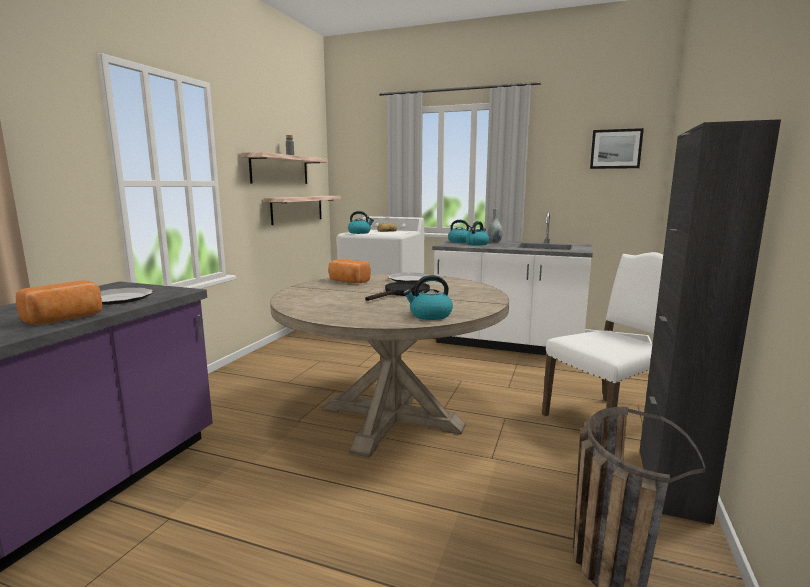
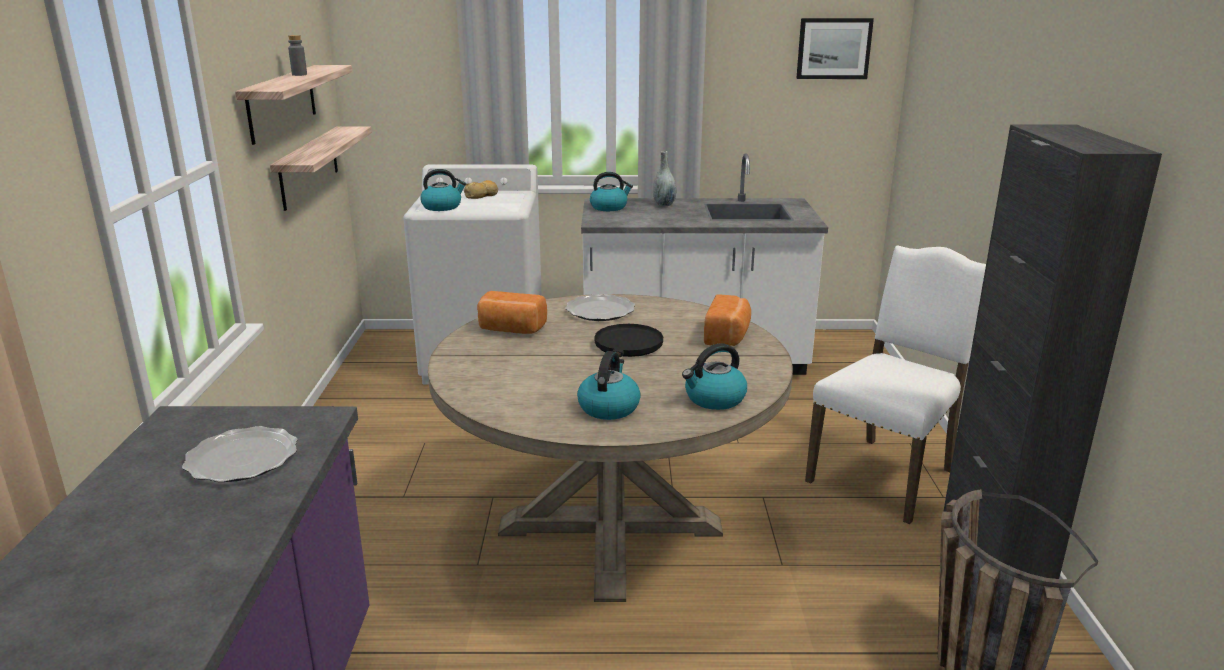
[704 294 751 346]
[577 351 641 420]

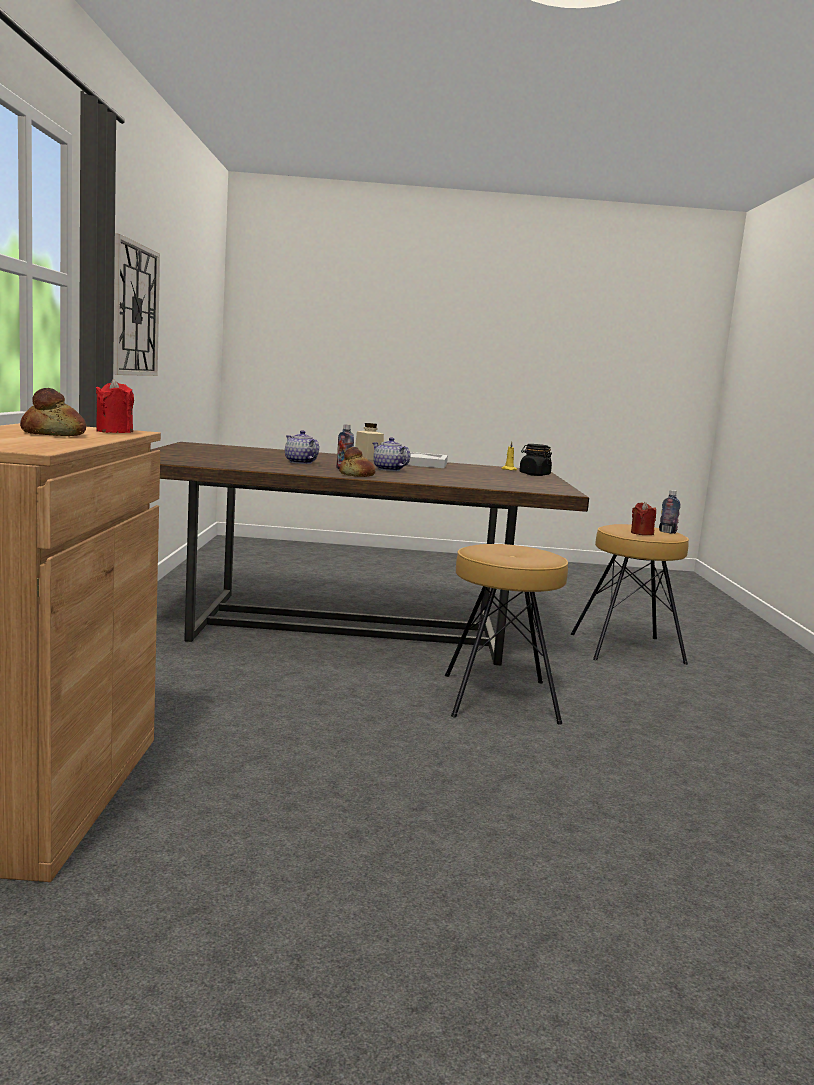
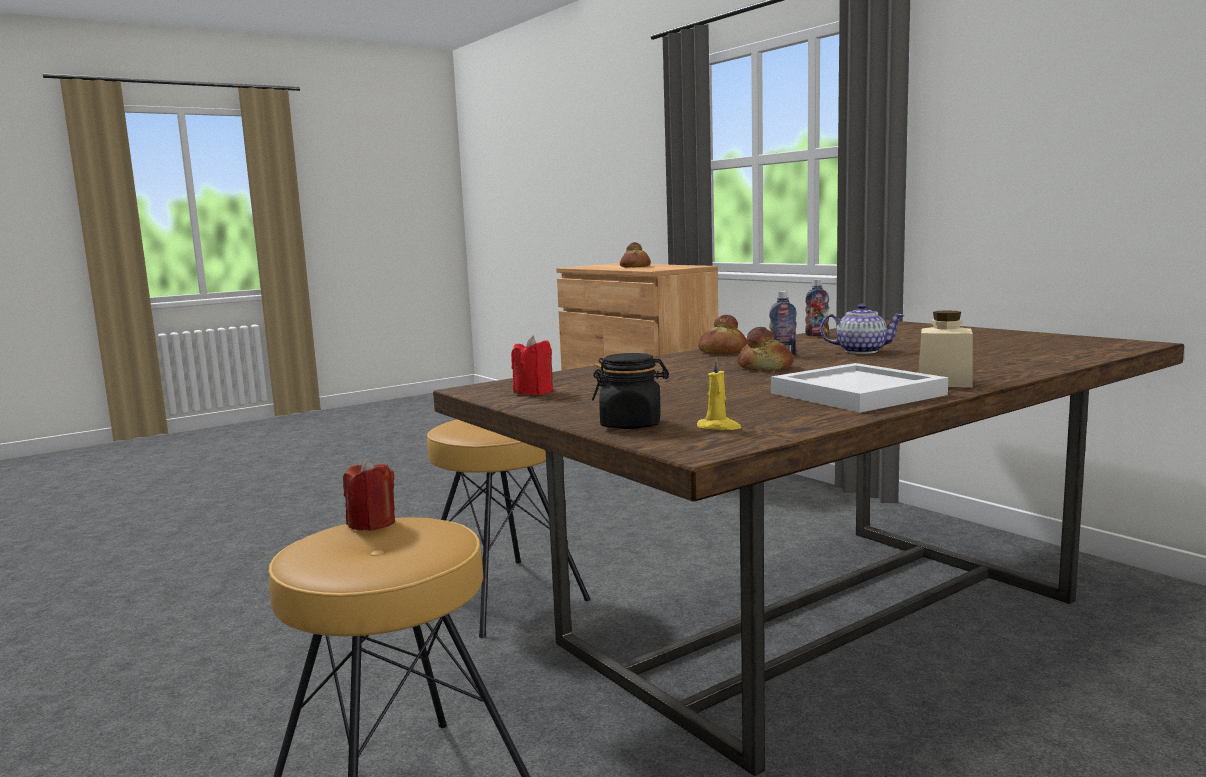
[113 233 160 376] (first image)
[511 335 553 395]
[805 279 829 336]
[737 327 794 371]

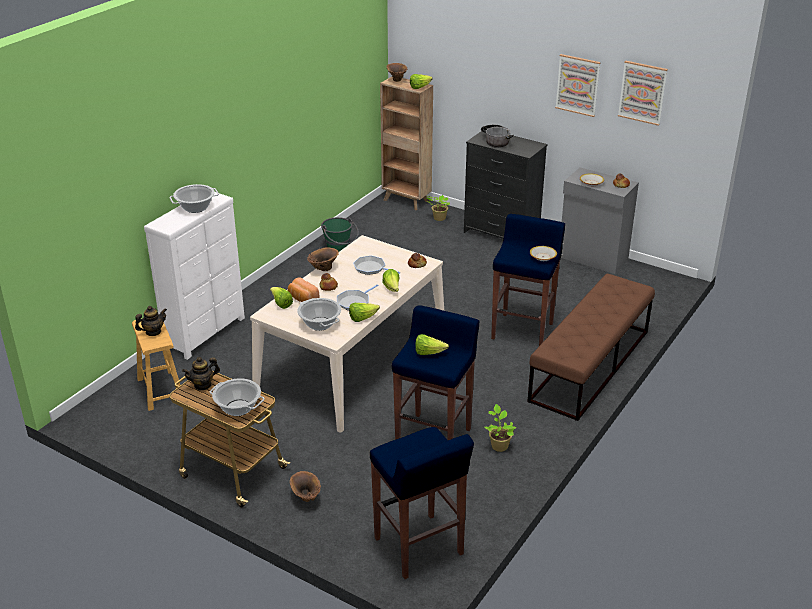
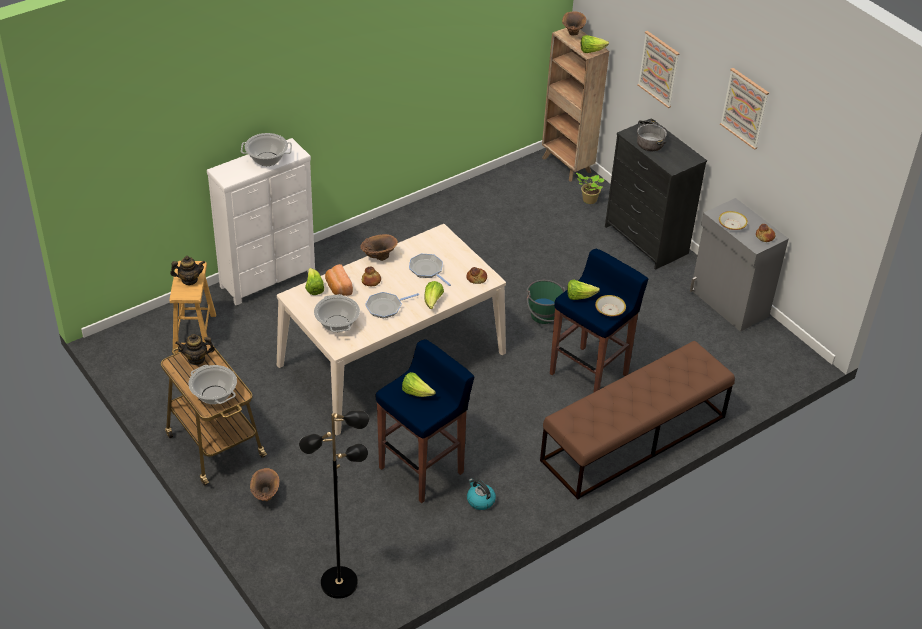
[526 280 565 324]
[567 280 600 300]
[637 31 680 108]
[299 411 369 599]
[467 478 496 510]

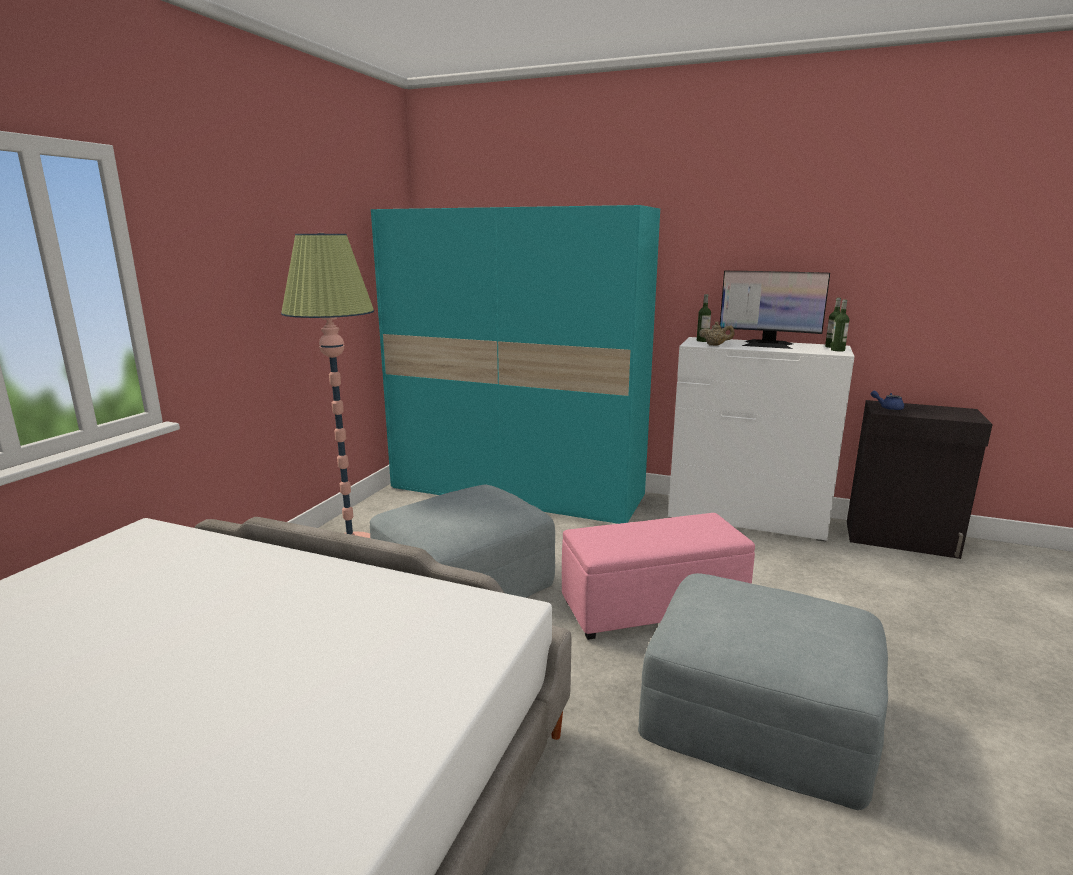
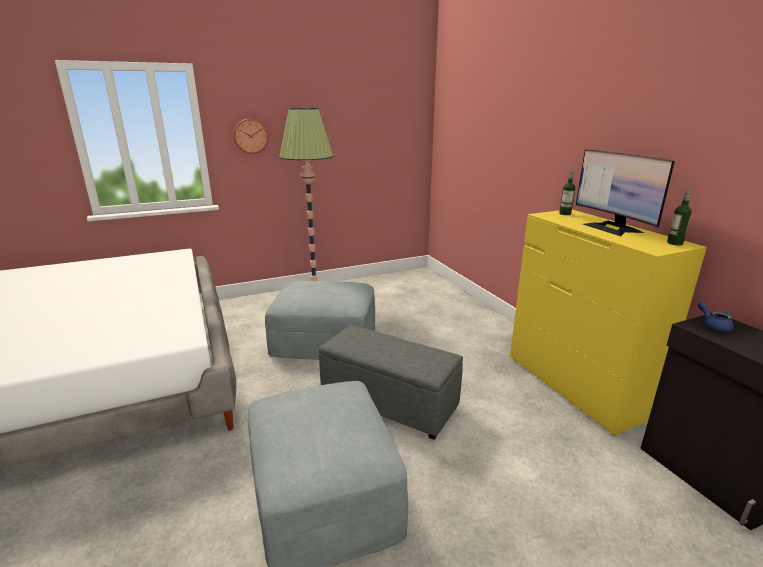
[371 205 660 524] (first image)
[699 322 734 346] (first image)
[831 300 849 352] (first image)
[233 119 268 154]
[319 325 463 440]
[510 210 707 436]

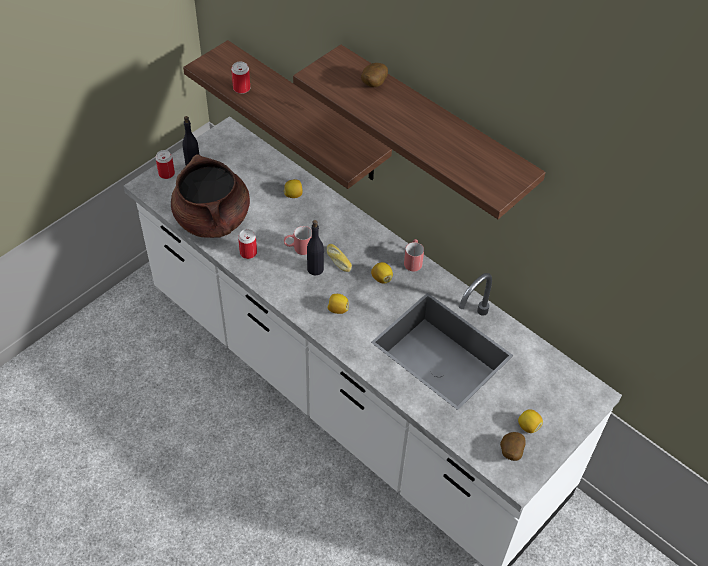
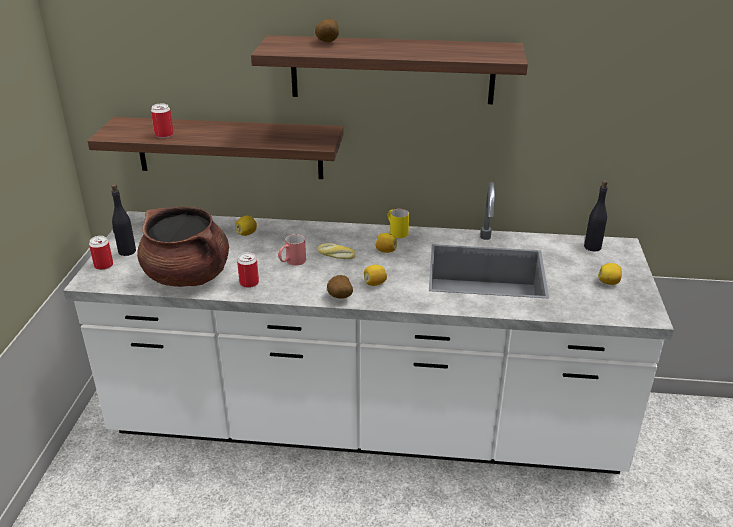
[584 180 608 251]
[327 275 353 299]
[387 209 409 238]

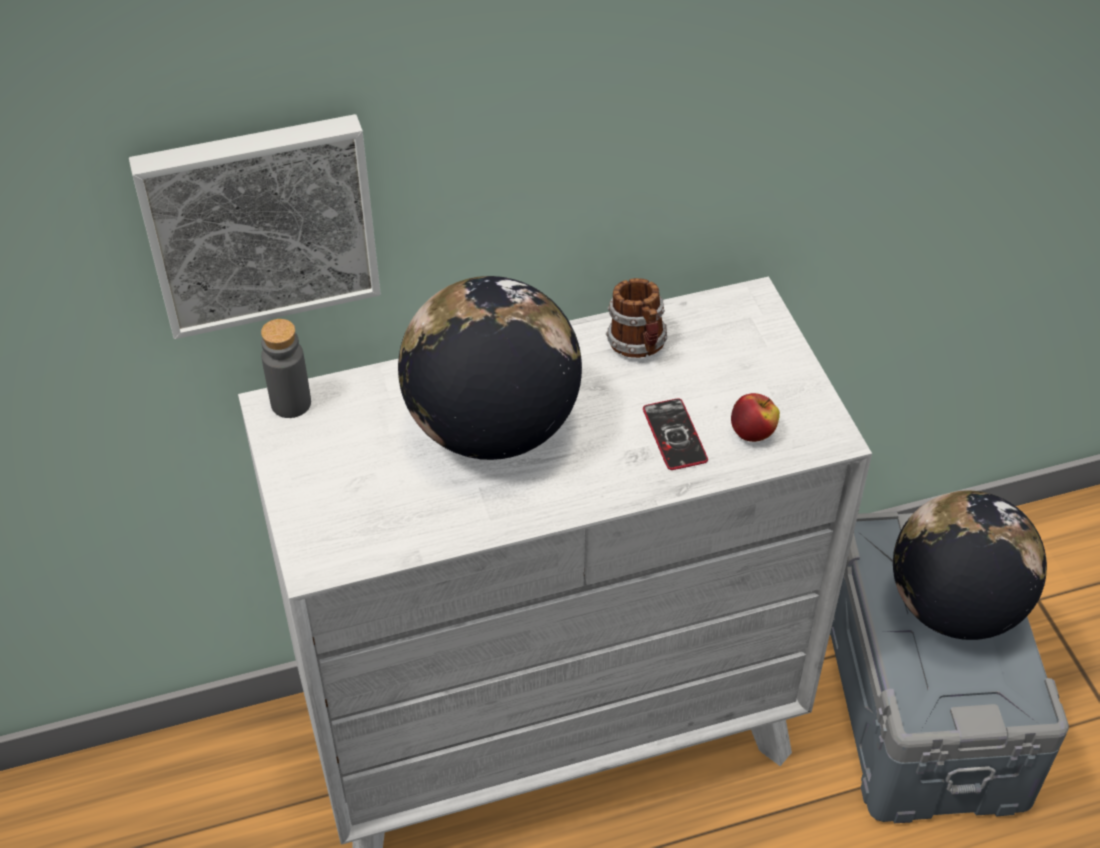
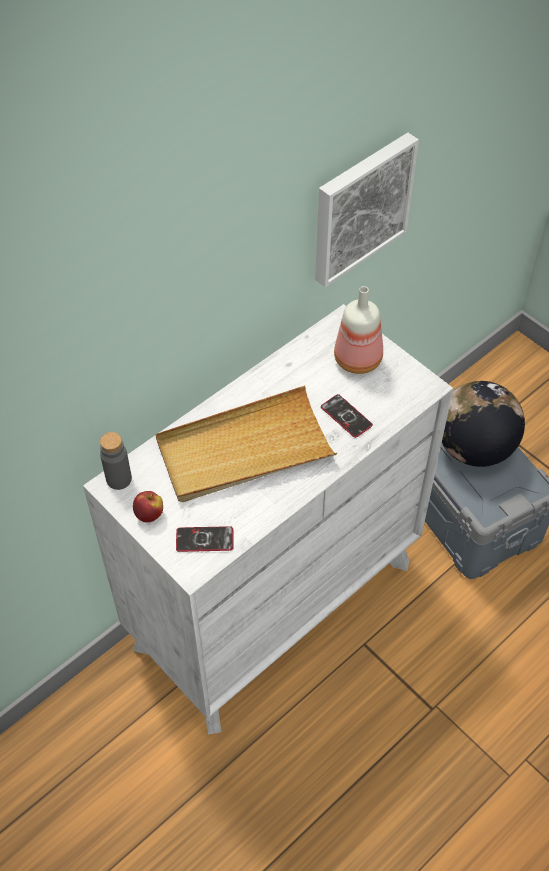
[606 278 667 358] (first image)
[176 526 234 552]
[334 286 383 374]
[315 133 419 287]
[133 491 163 523]
[156 386 337 502]

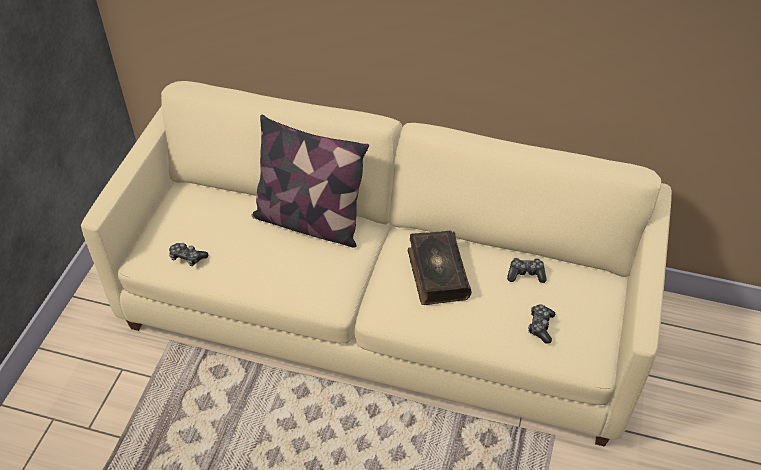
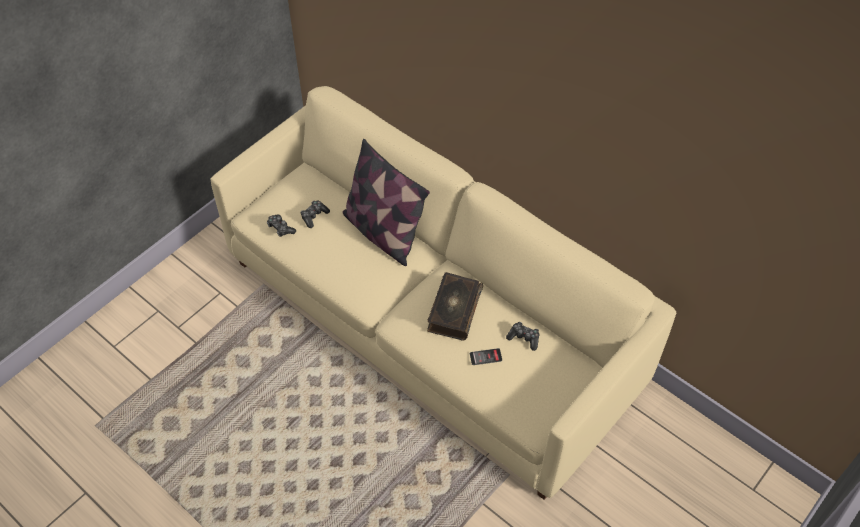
[470 348 502 365]
[300 201 330 228]

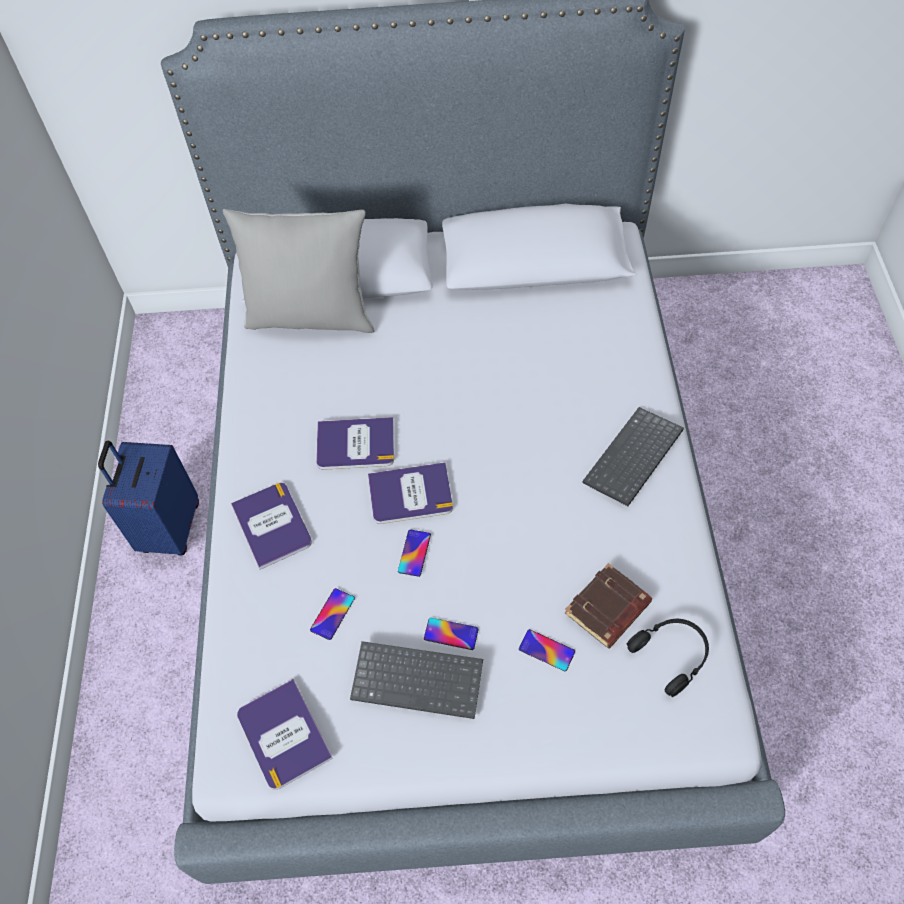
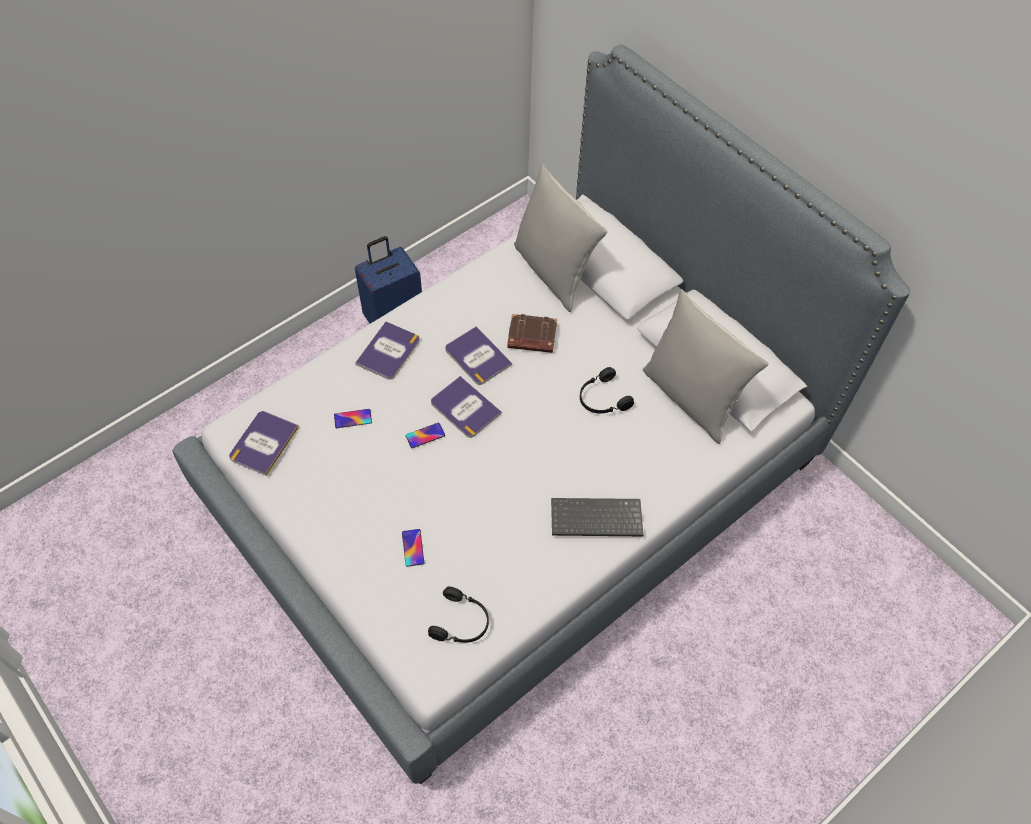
[350 641 483 719] (first image)
[424 618 479 650] (first image)
[580 367 634 414]
[643 289 769 444]
[507 314 557 353]

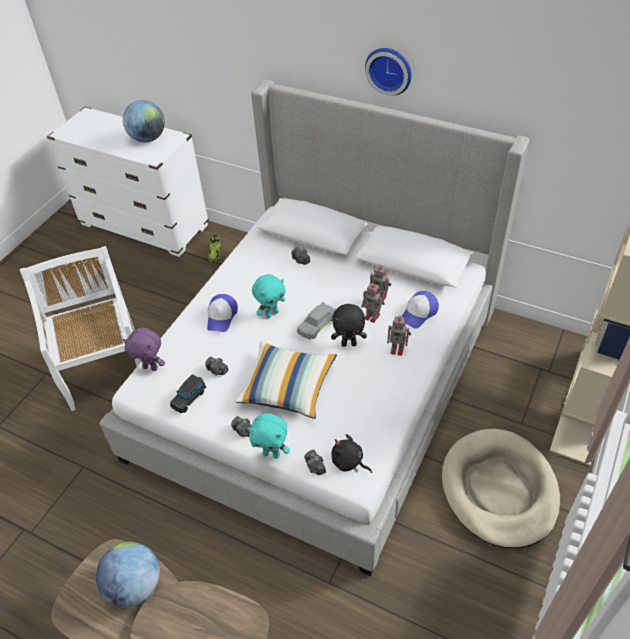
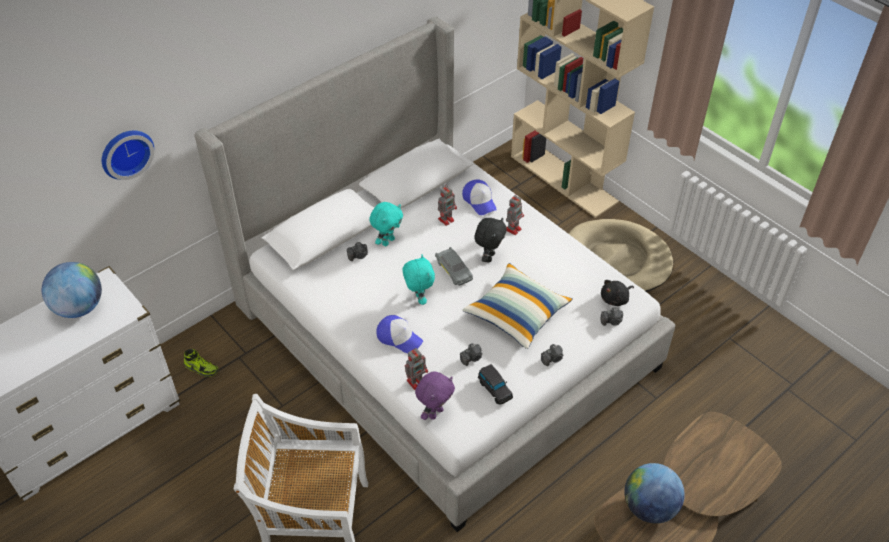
[369 202 403 246]
[405 348 428 390]
[102 130 154 180]

